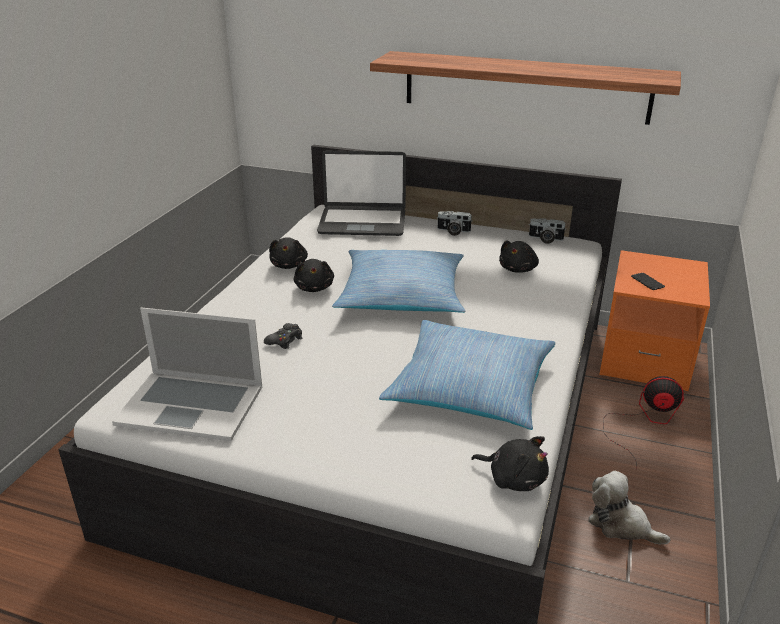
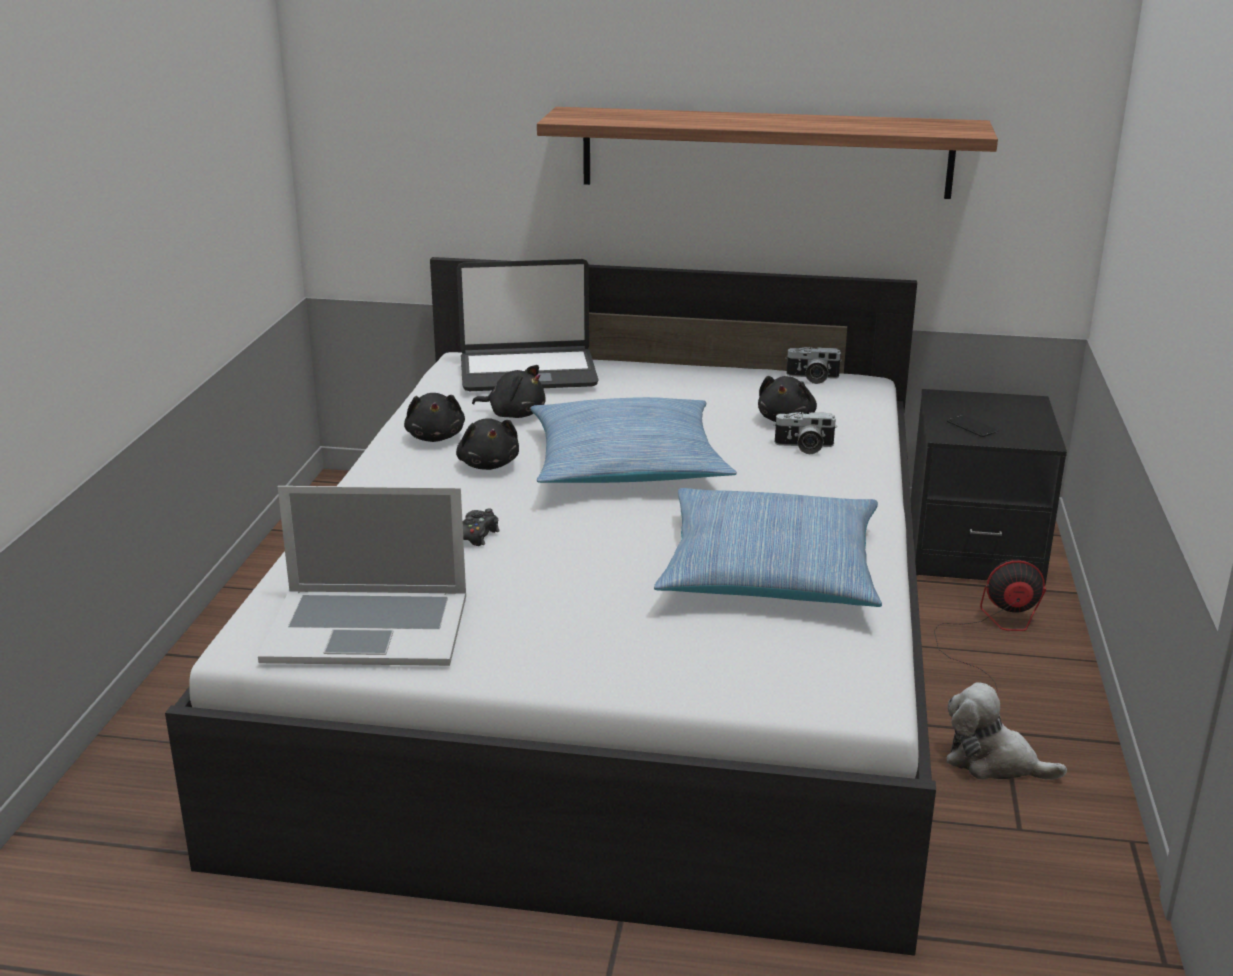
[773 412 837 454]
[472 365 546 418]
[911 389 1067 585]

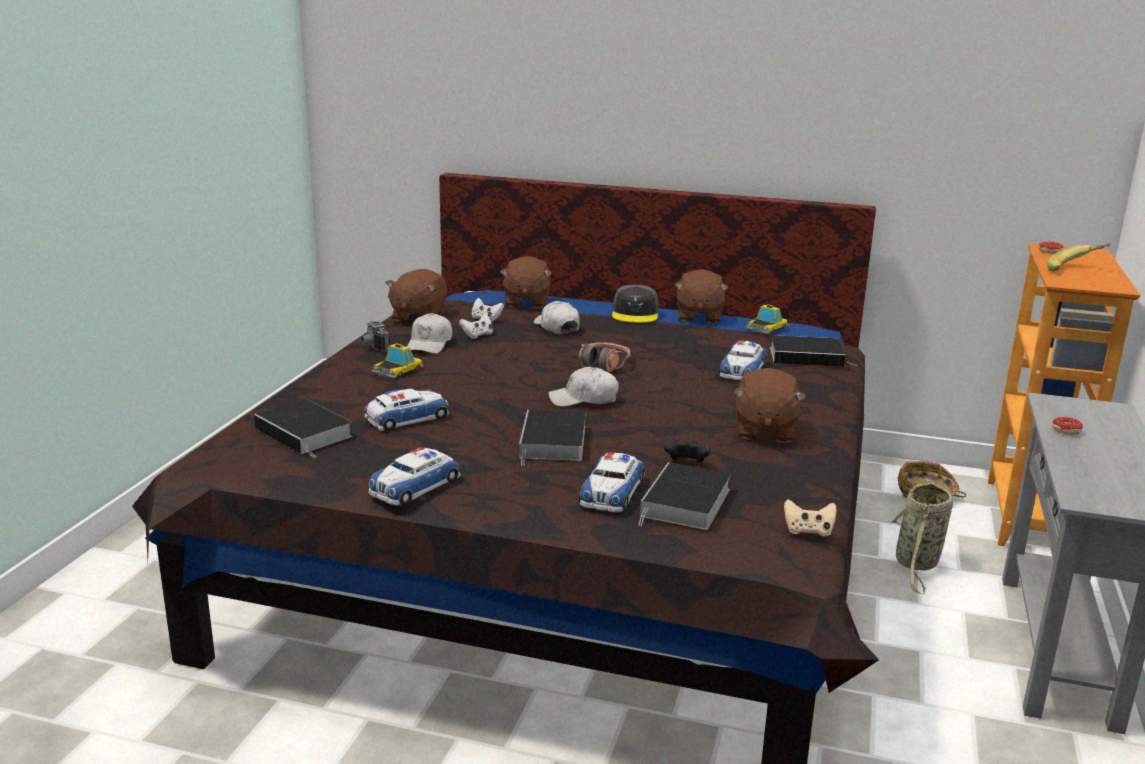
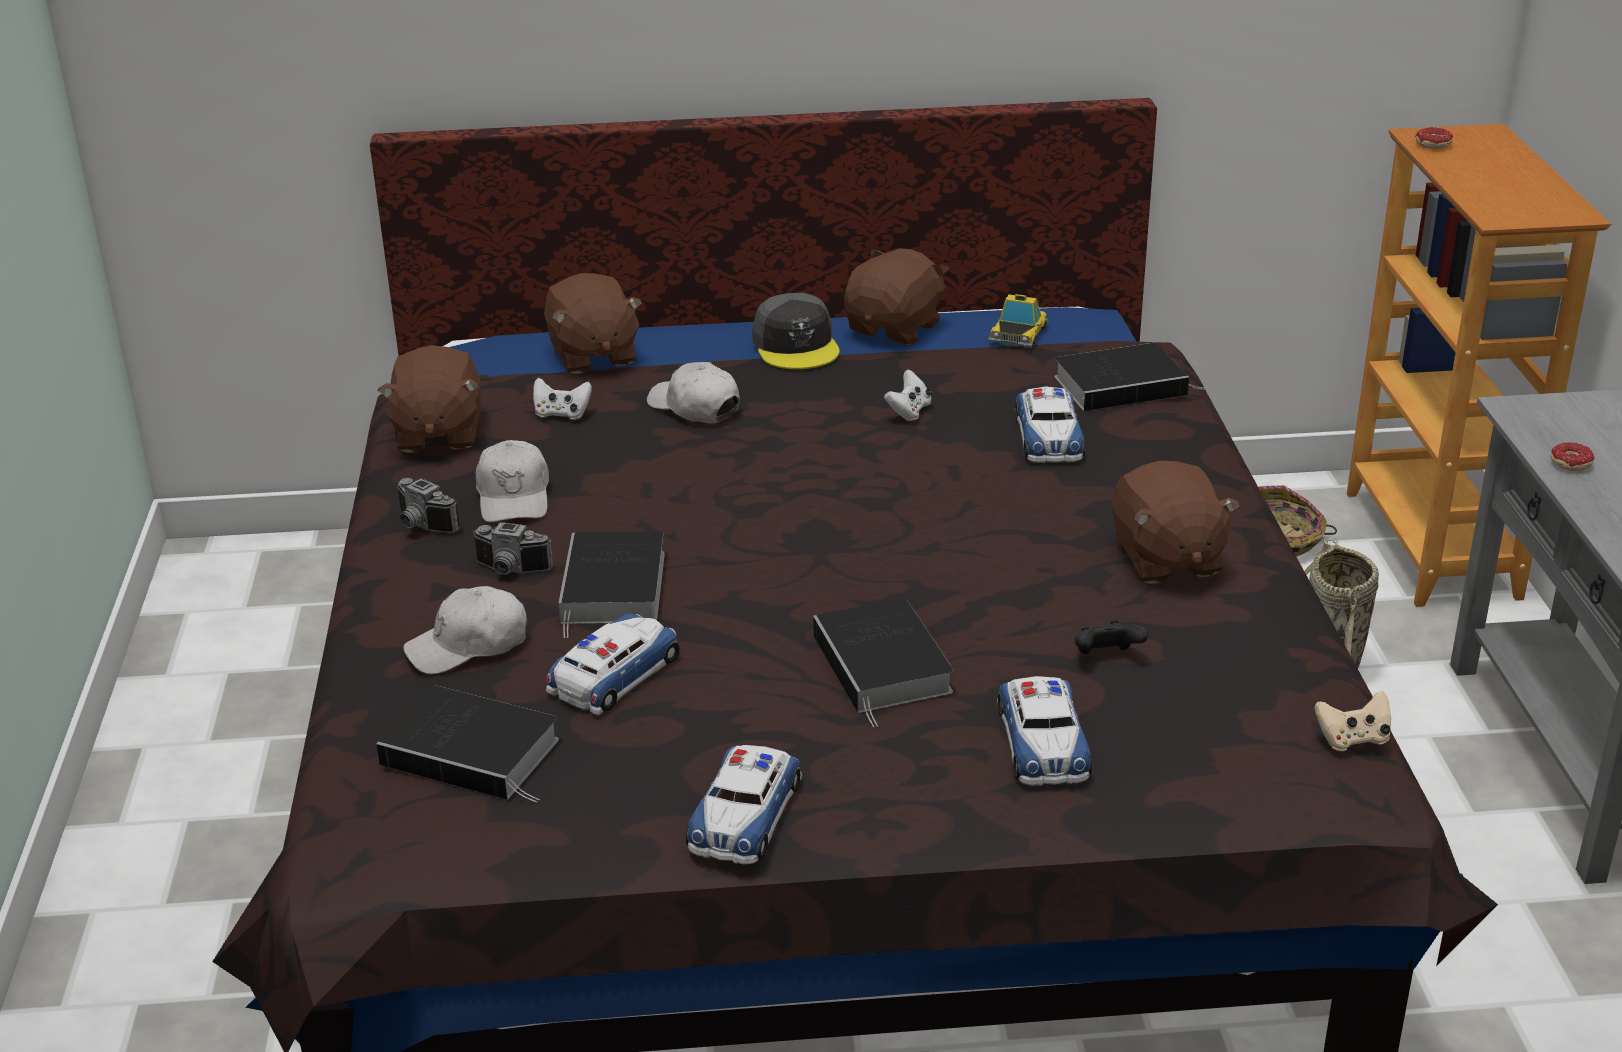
[579 342 631 372] (first image)
[1047 244 1111 271] (first image)
[884 370 932 421]
[403 586 527 674]
[558 531 665 638]
[472 522 553 575]
[844 248 949 345]

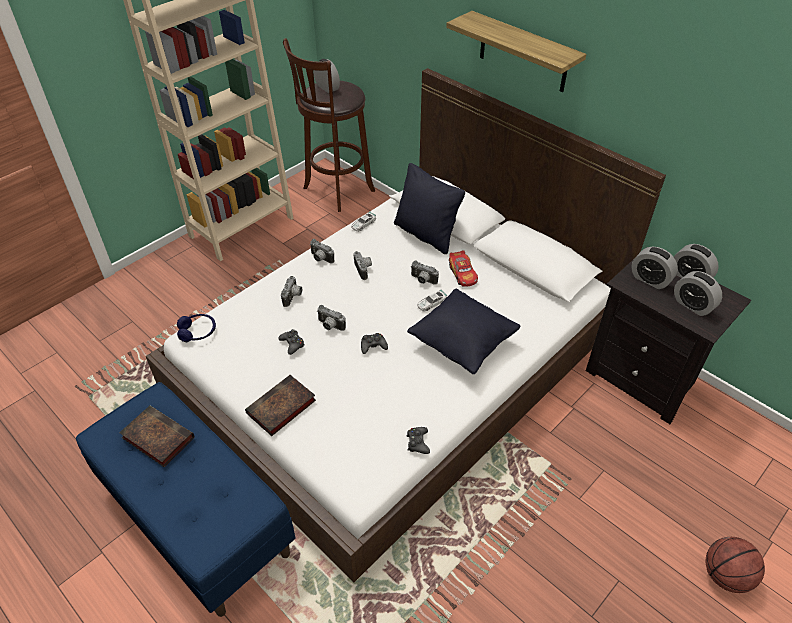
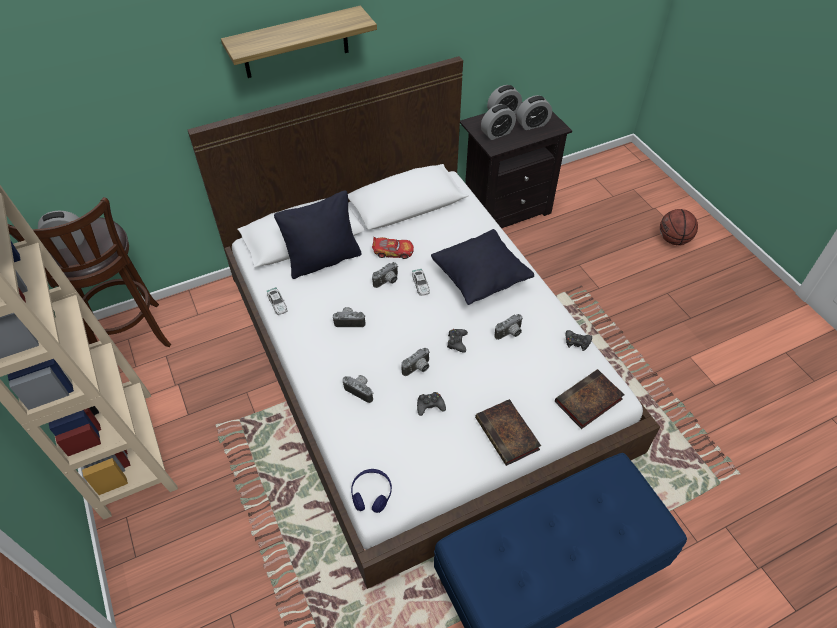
[555 369 624 429]
[494 314 523 340]

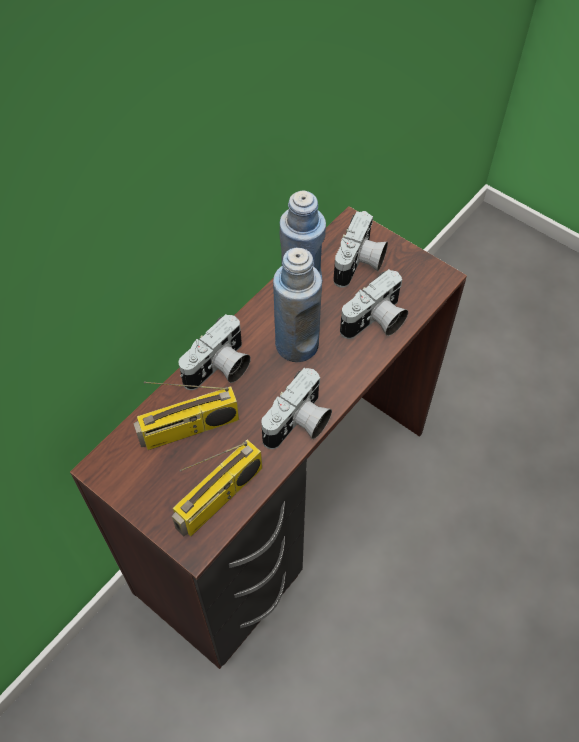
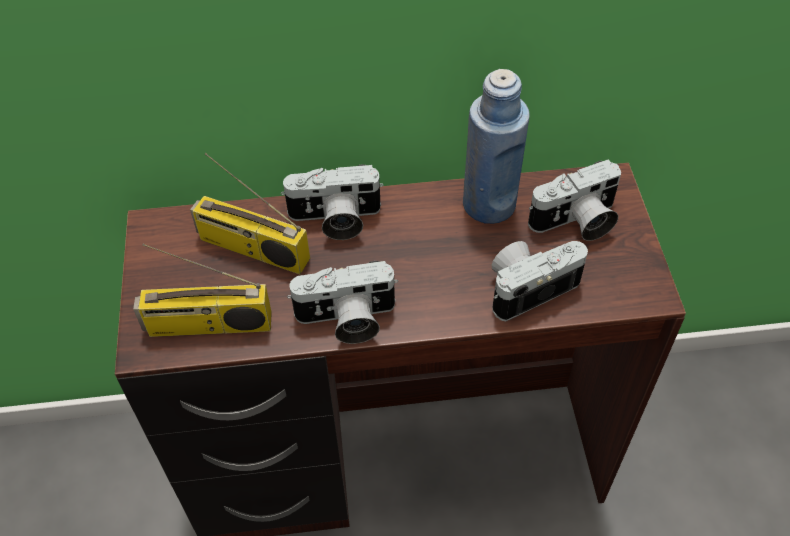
[273 248 322 362] (first image)
[492 241 588 321]

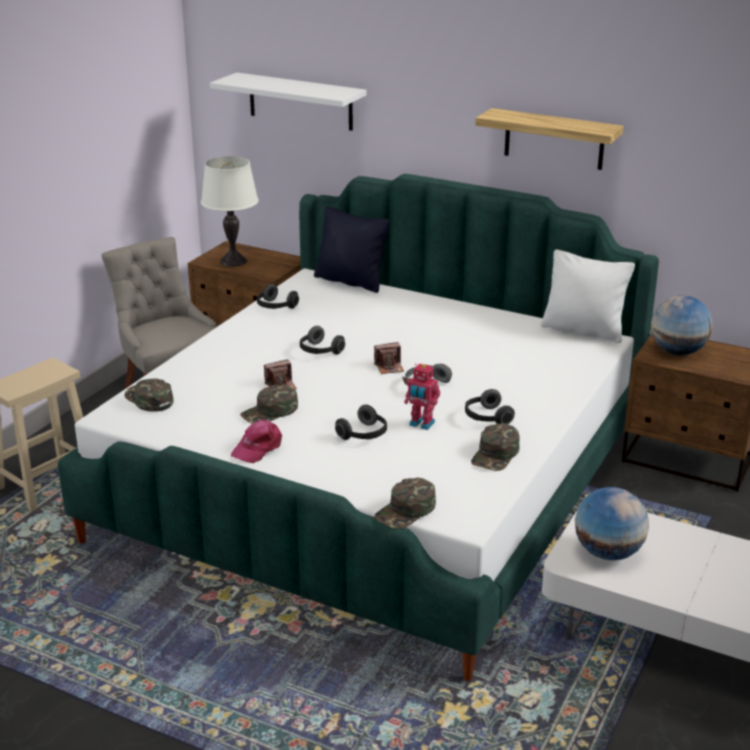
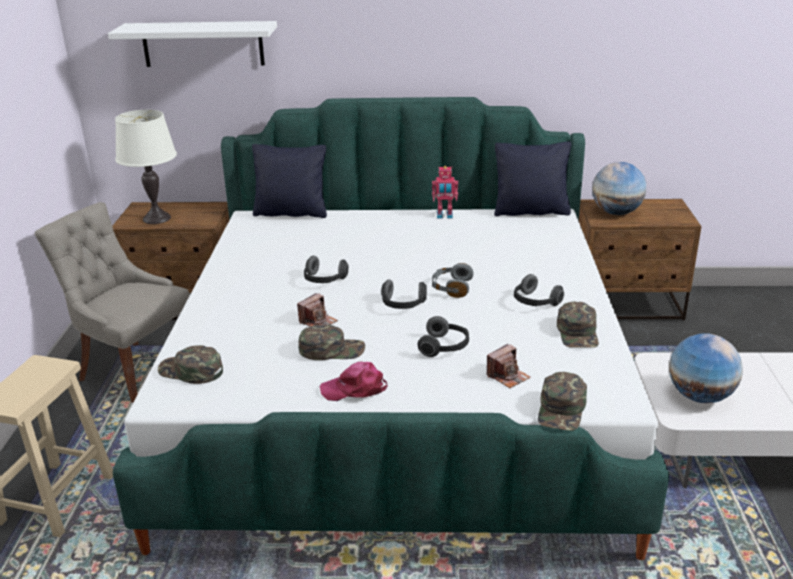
[475 108 624 170] (first image)
[381 279 427 309]
[487 344 531 388]
[432 166 458 219]
[494 141 571 216]
[320 362 388 401]
[299 325 365 360]

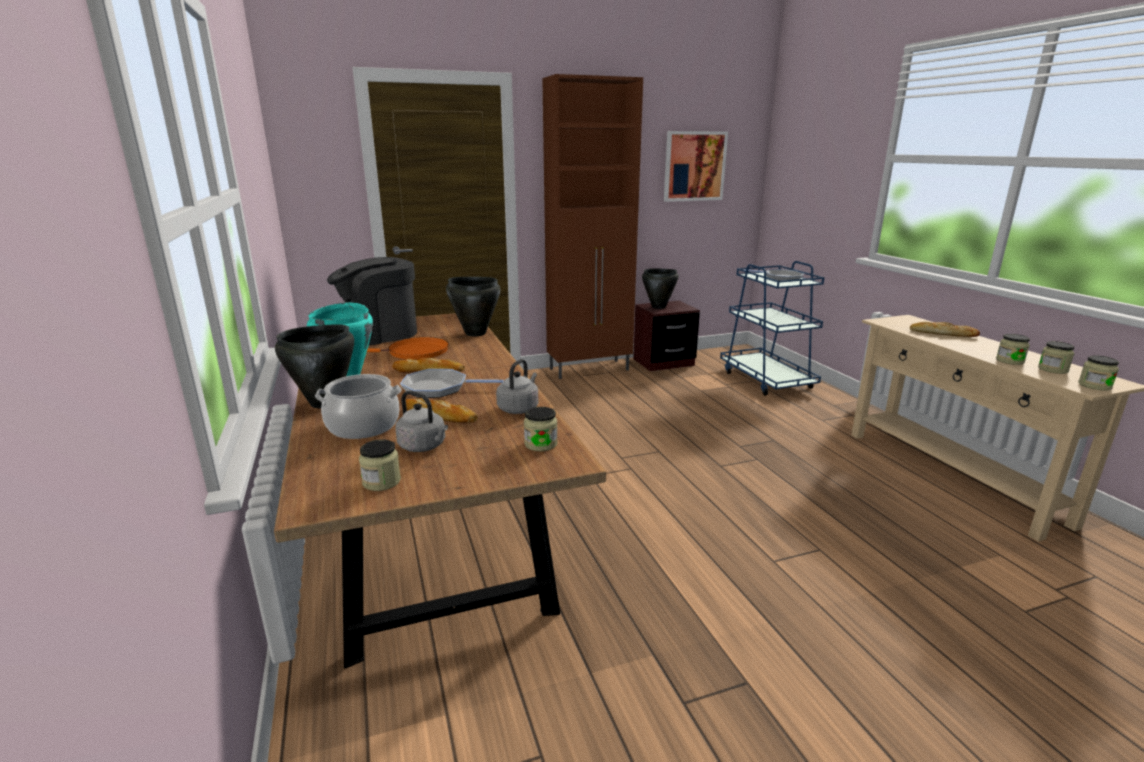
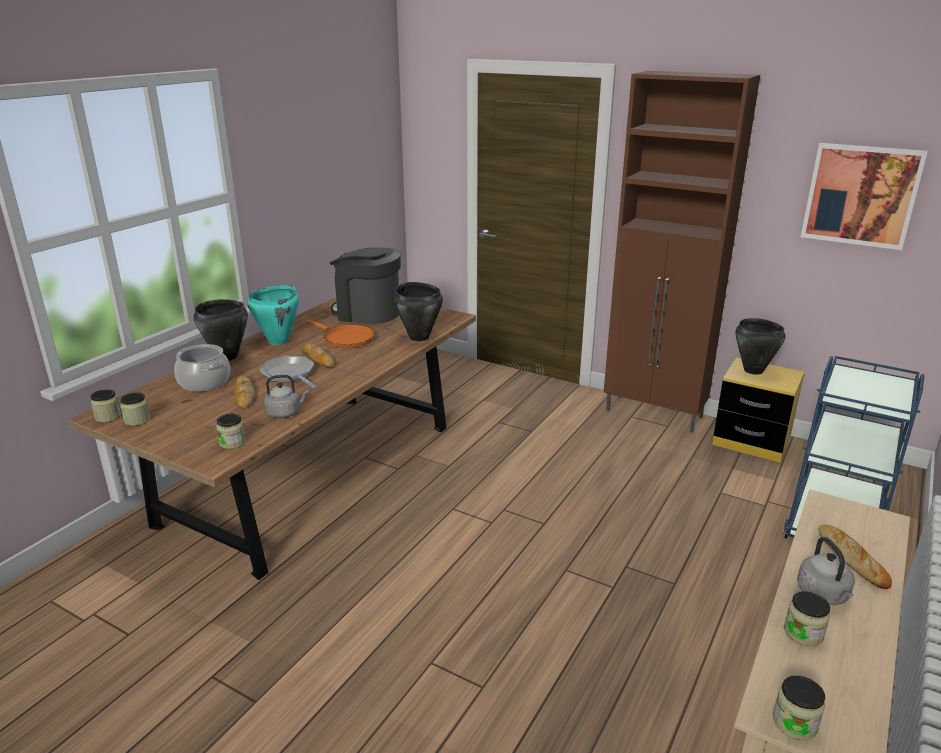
[744 269 804 281] (first image)
[797 537 855 605]
[91 389 121 423]
[712 357 805 463]

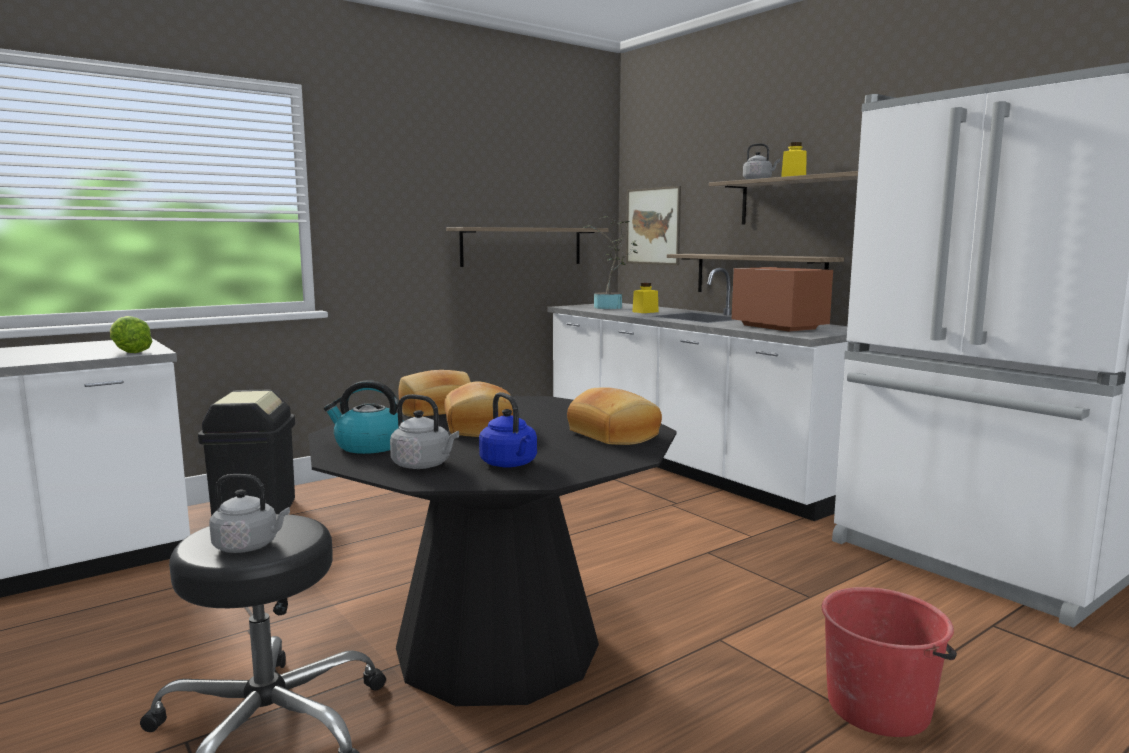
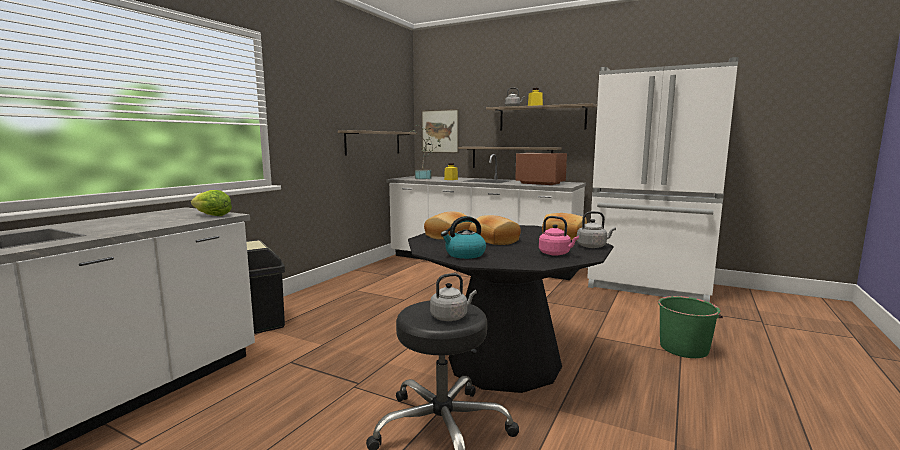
[577 211 616 248]
[539 216 579 256]
[658 296 723 358]

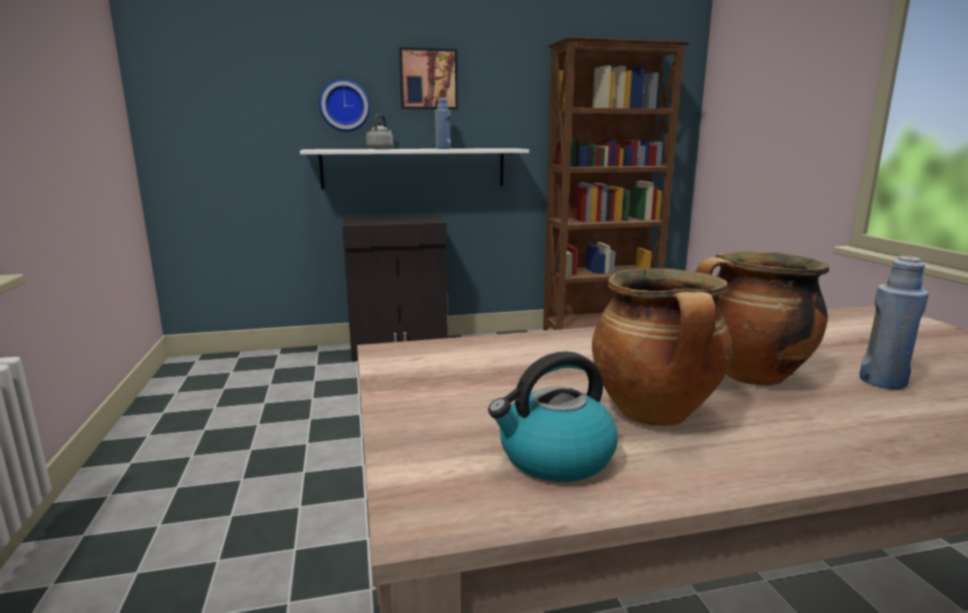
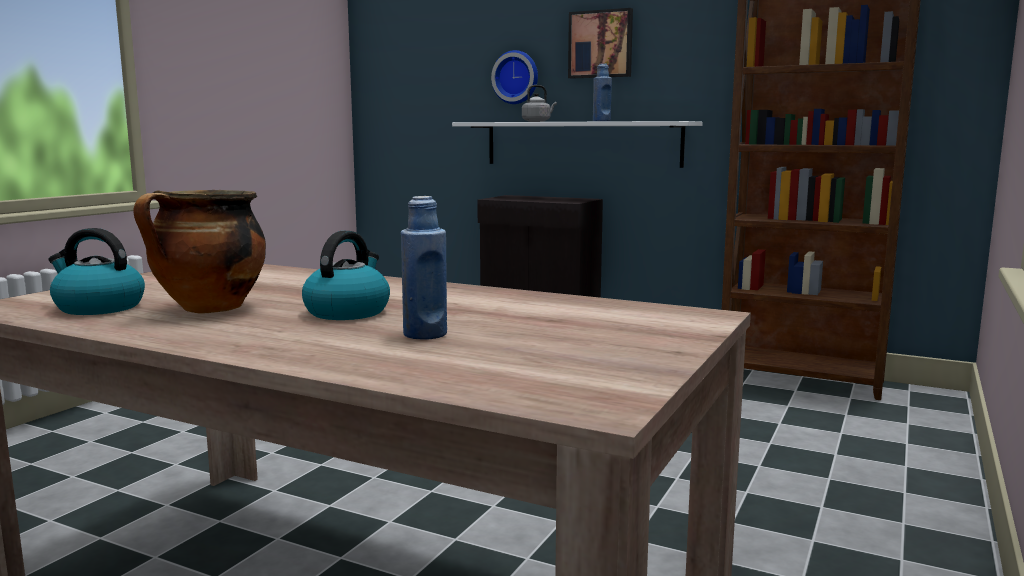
[302 231 390 320]

